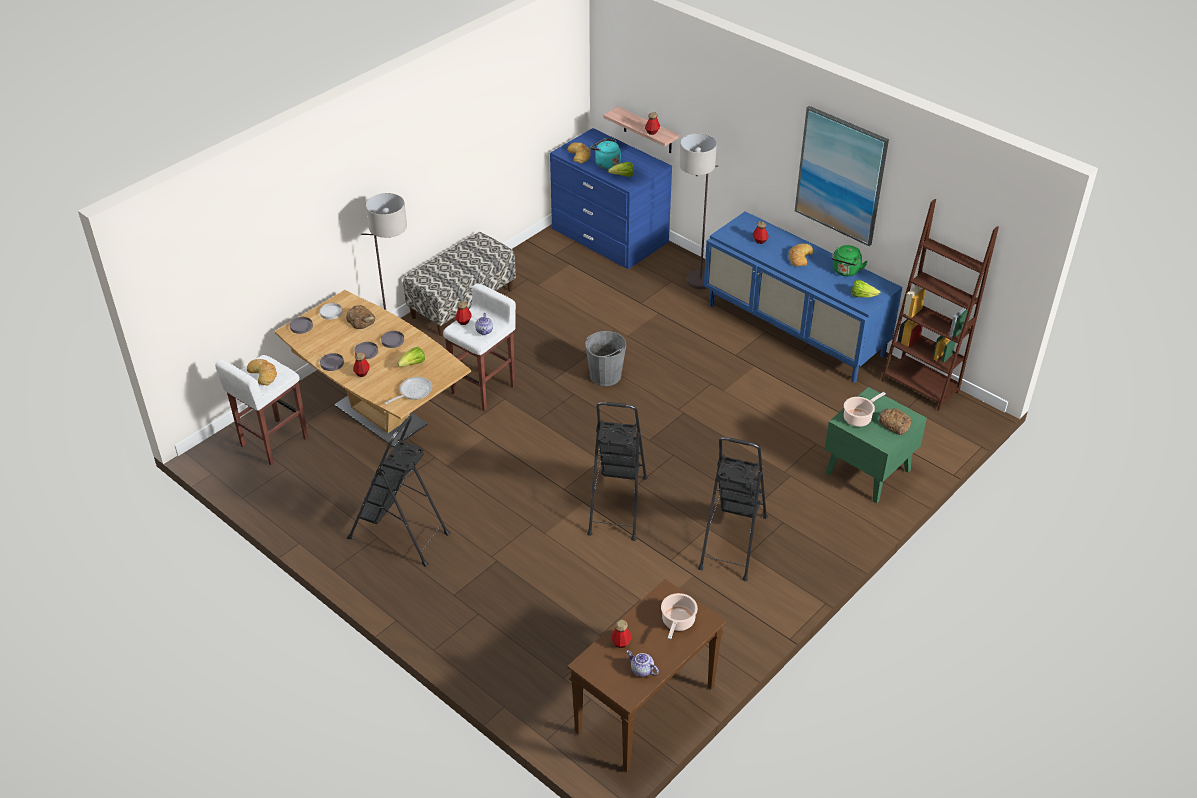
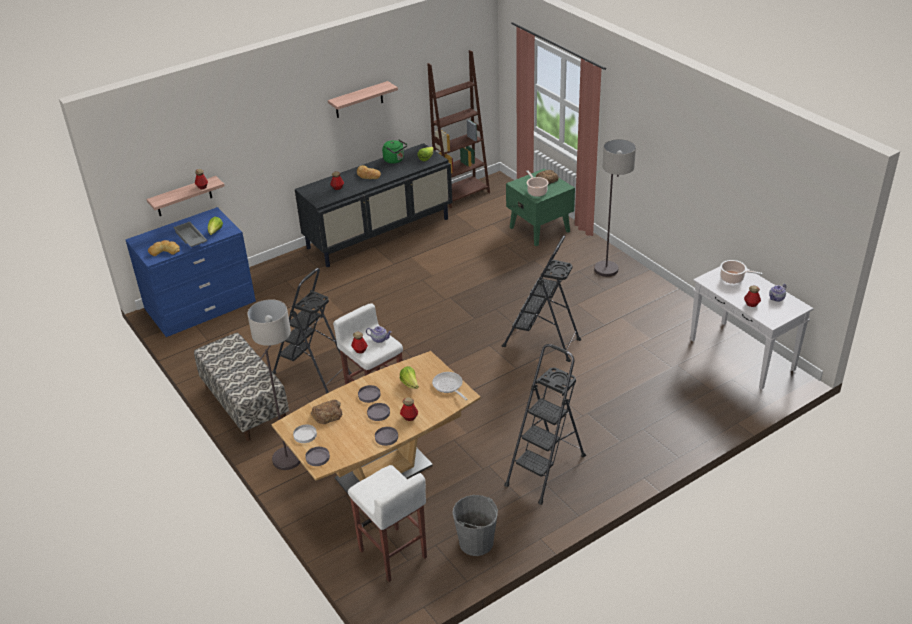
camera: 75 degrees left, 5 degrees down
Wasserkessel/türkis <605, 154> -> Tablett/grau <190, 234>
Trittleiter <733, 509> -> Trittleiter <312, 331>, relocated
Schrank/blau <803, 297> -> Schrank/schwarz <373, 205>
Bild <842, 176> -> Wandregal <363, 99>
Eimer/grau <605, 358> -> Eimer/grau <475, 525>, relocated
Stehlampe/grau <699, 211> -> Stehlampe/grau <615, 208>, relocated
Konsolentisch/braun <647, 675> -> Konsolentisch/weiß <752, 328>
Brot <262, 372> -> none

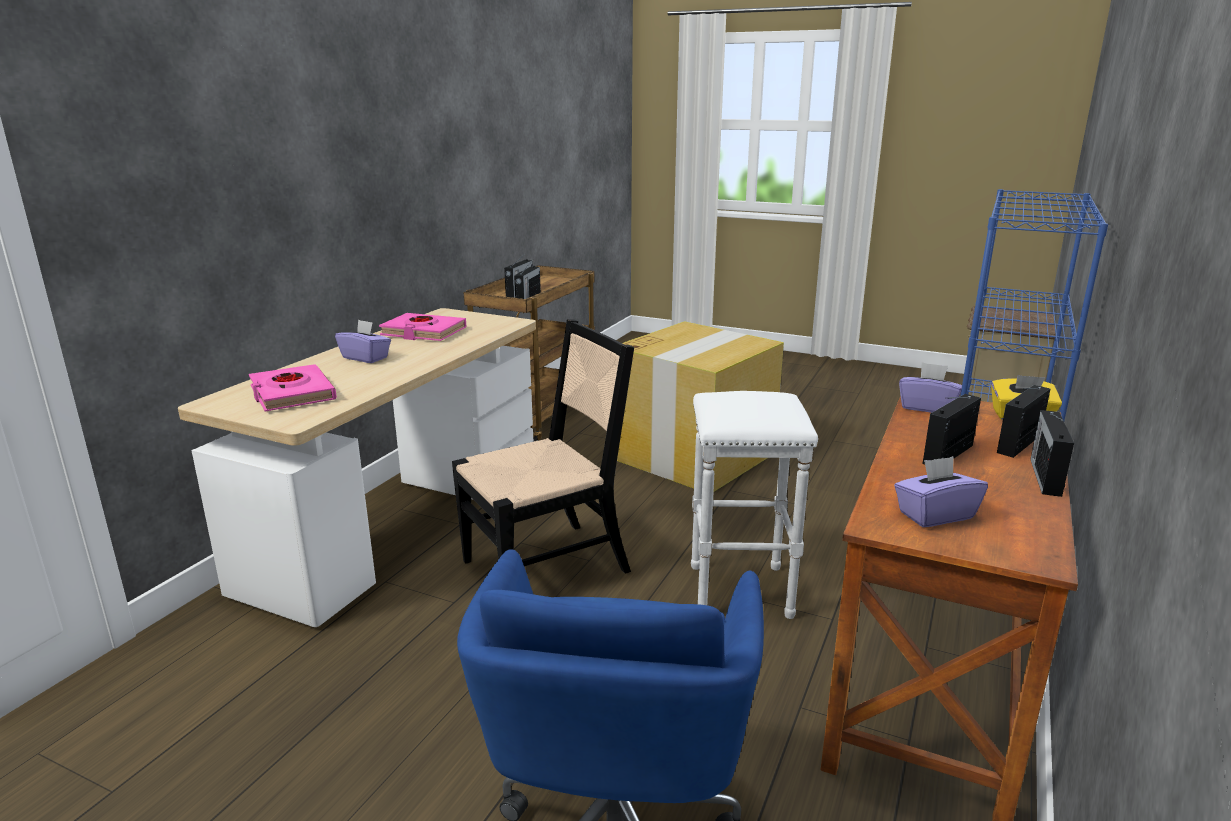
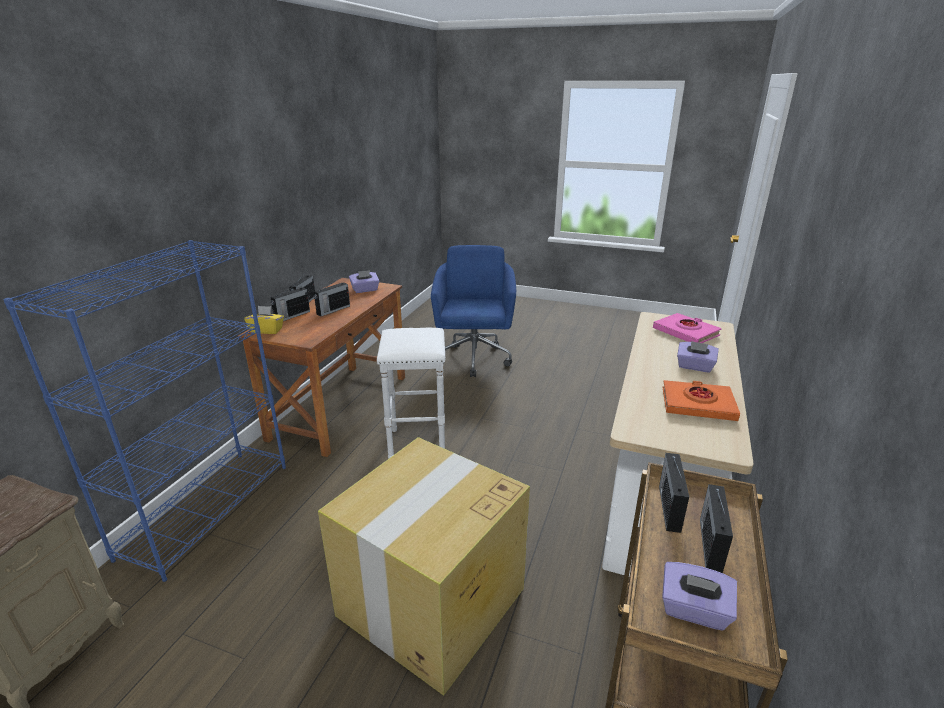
camera: 175 degrees right, 5 degrees up
Buch/rosa <422, 327> -> Buch/orange <701, 400>
Taschentuchbox/lila <930, 387> -> Taschentuchbox/lila <699, 596>, relocated
Stuhl <543, 446> -> none

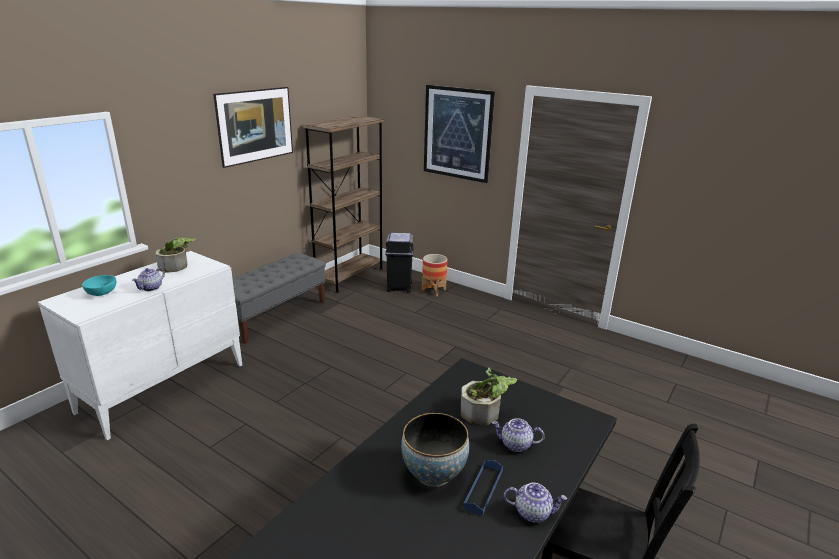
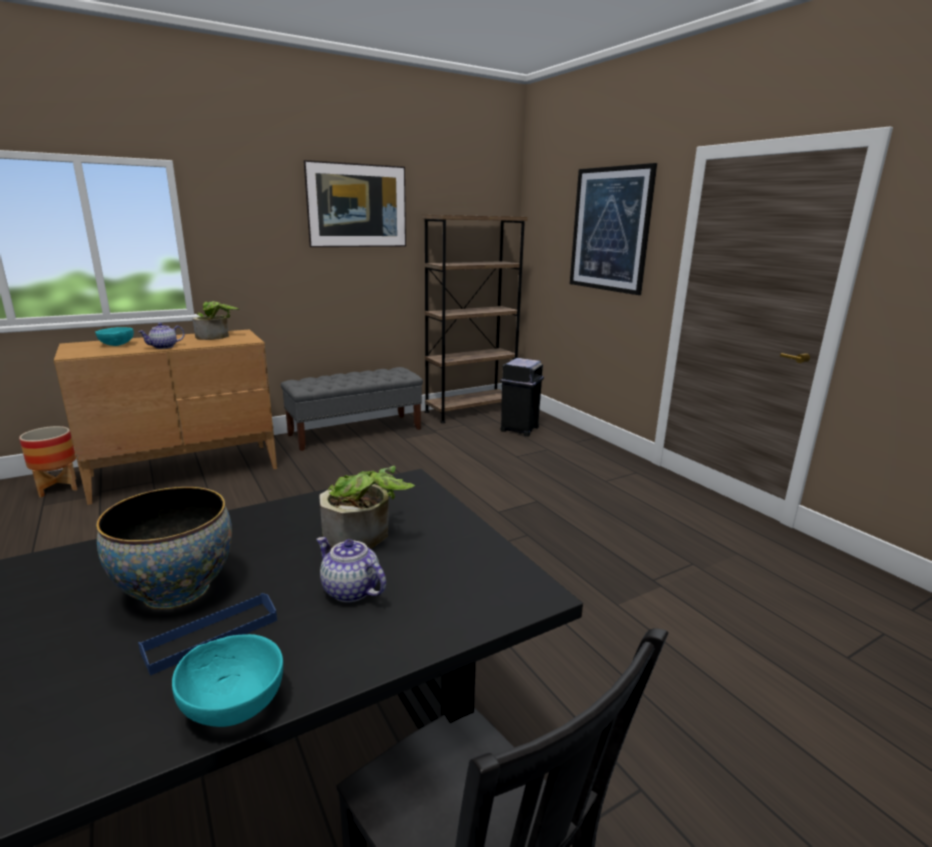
camera: 25 degrees right, 5 degrees down
Pflanzkübel <434, 275> -> Pflanzkübel <48, 461>, relocated
Schrank/weiß <140, 345> -> Schrank/braun <165, 417>
Teekanne <535, 502> -> Schüssel/türkis <227, 680>

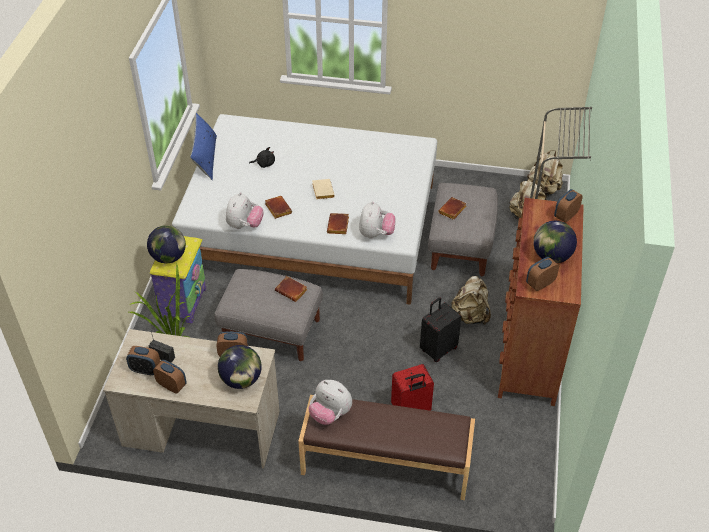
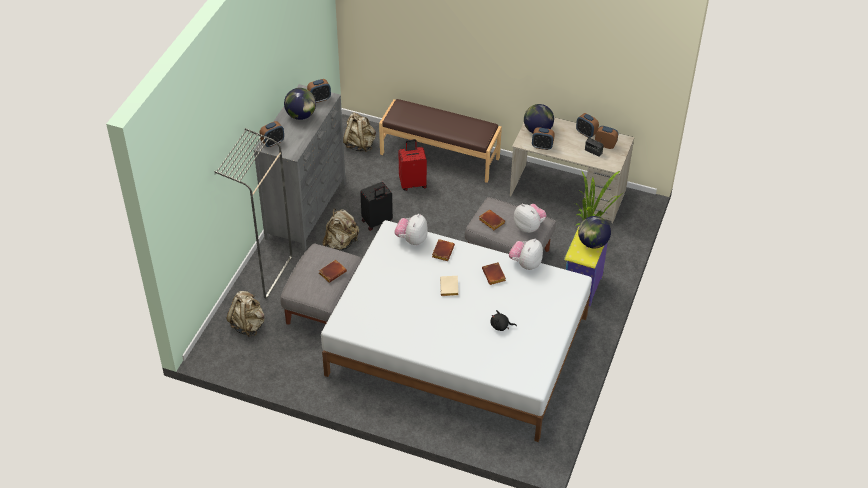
camera: 170 degrees left, 0 degrees up
Kommode/braun <541, 302> -> Kommode/grau <300, 167>
Rucksack/beige <545, 173> -> Rucksack/beige <359, 132>, relocated
Plüschtier <330, 402> -> Plüschtier <530, 218>, relocated
Kissen/blau <203, 146> -> none

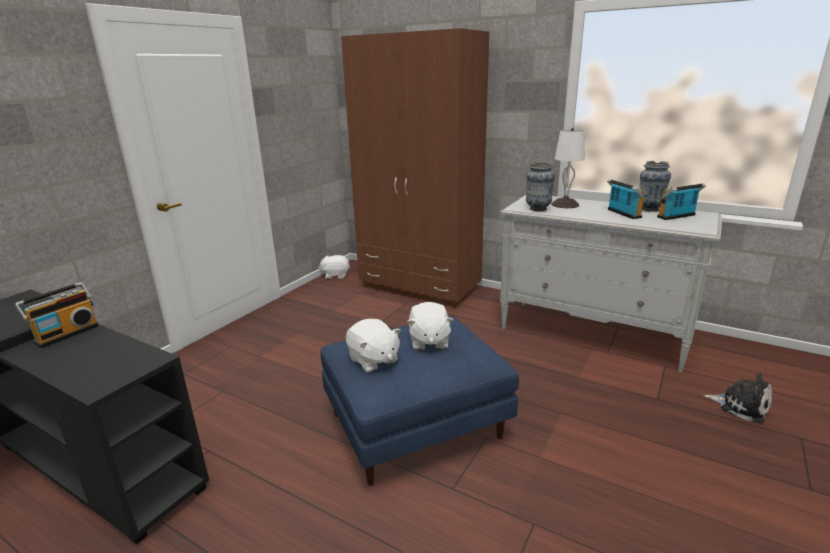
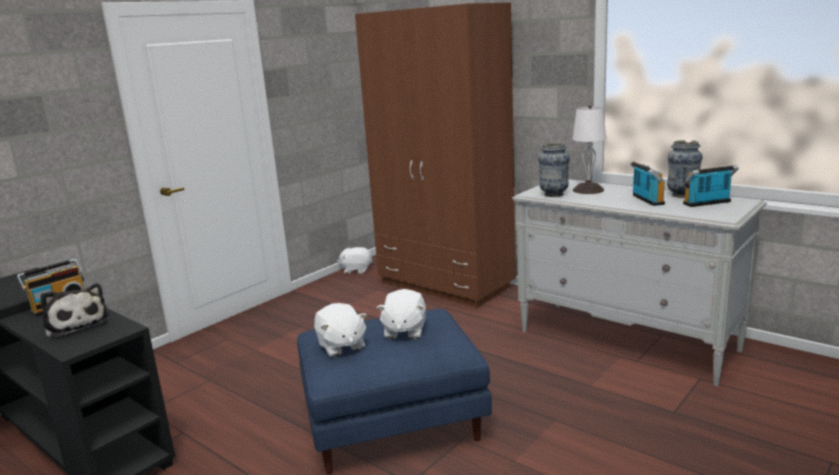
camera: 10 degrees right, 5 degrees down
Plüschtier <738, 398> -> Plüschtier <74, 310>, relocated

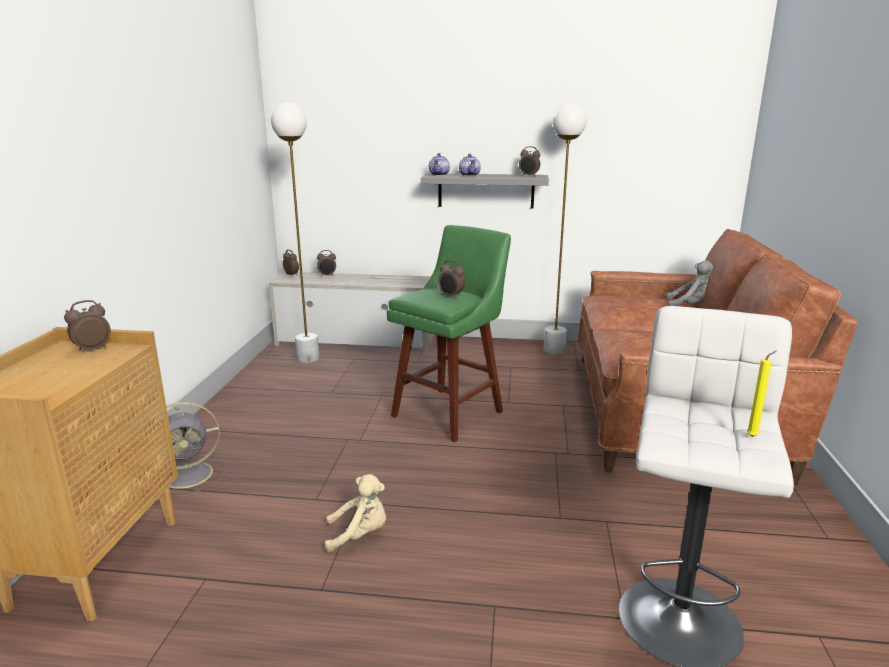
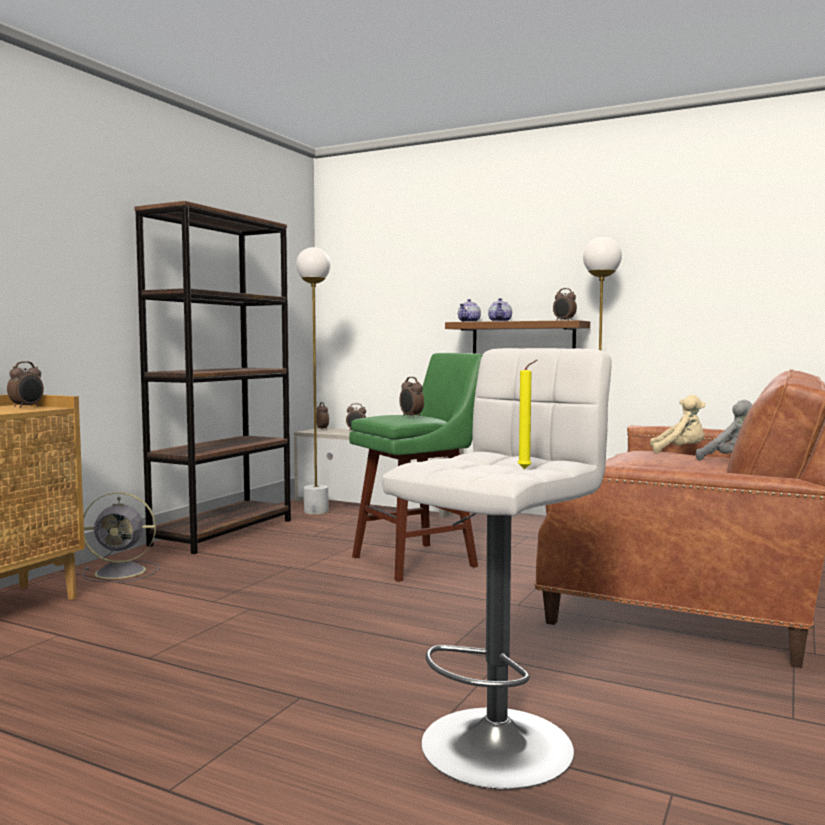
camera: 20 degrees right, 15 degrees down
Wecker <87, 326> -> Wecker <25, 384>, 135 degrees clockwise
none -> Bücherregal/braun <212, 377>
Wandregal/grau <485, 190> -> Wandregal/braun <517, 337>
Plüschtier/beige <355, 513> -> Plüschtier/beige <677, 424>, relocated

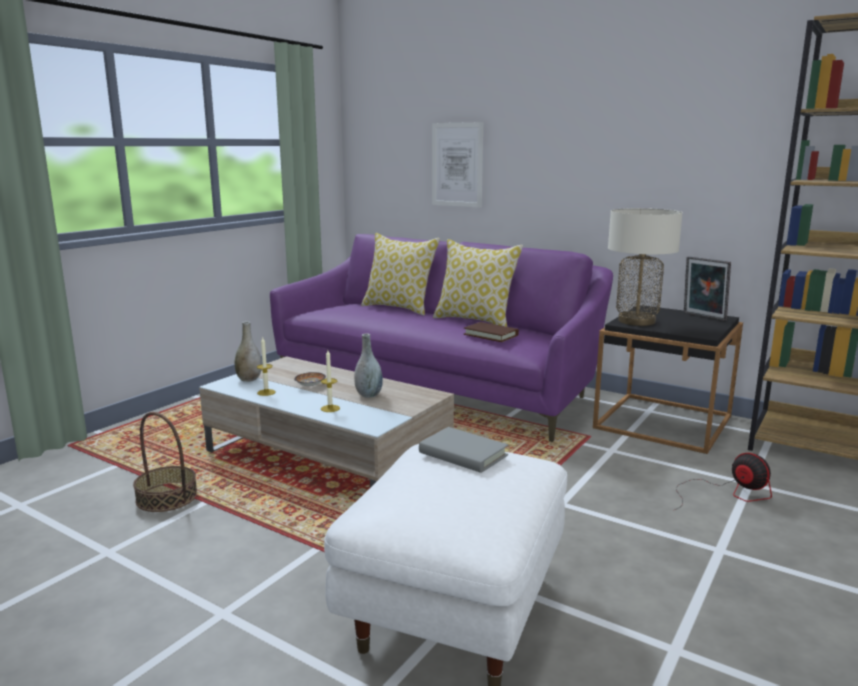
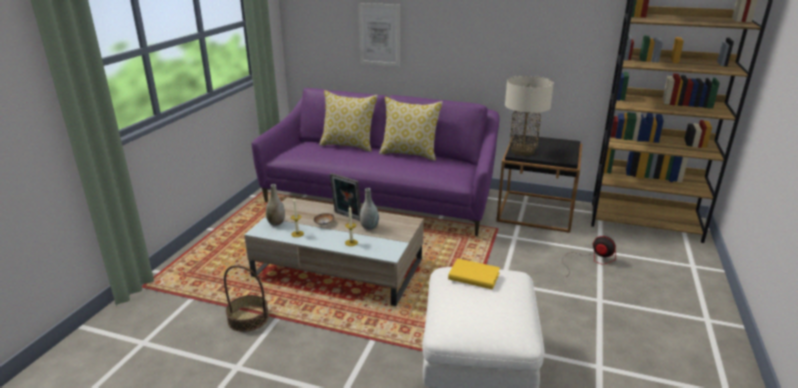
camera: 15 degrees left, 10 degrees up
Bilderrahmen <707, 288> -> Bilderrahmen <345, 197>, relocated
Buch/grau <463, 450> -> Buch/gelb <474, 274>
Buch/braun <491, 332> -> none

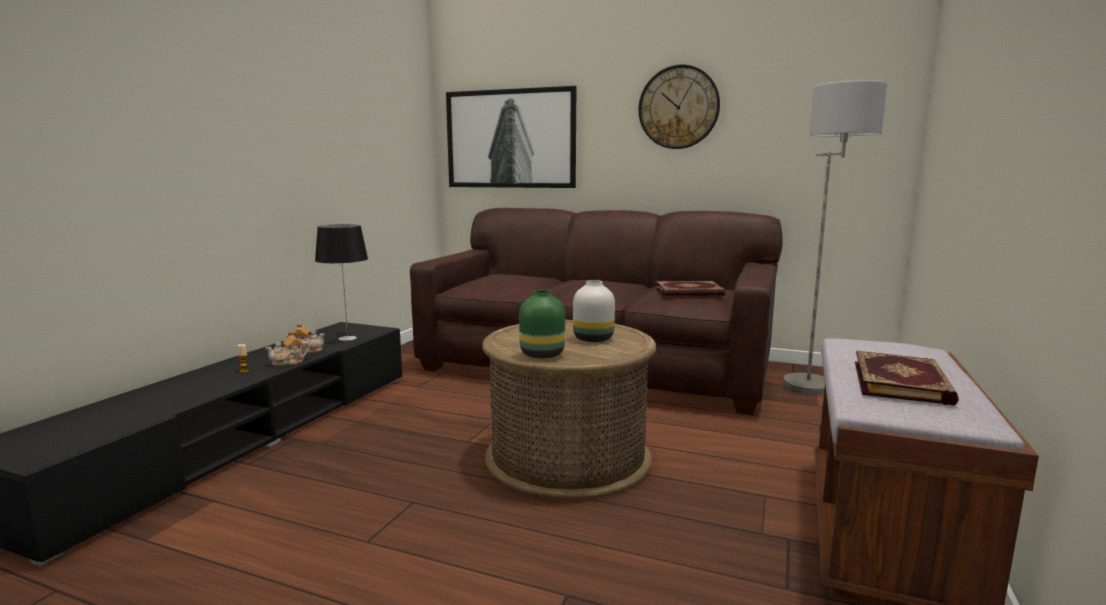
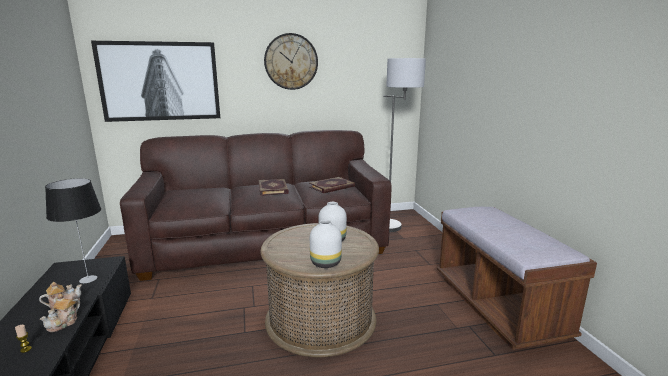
camera: 35 degrees left, 5 degrees up
Buch <907, 378> -> Buch <274, 187>, relocated
Vase/grün <542, 324> -> Vase/weiß <326, 244>

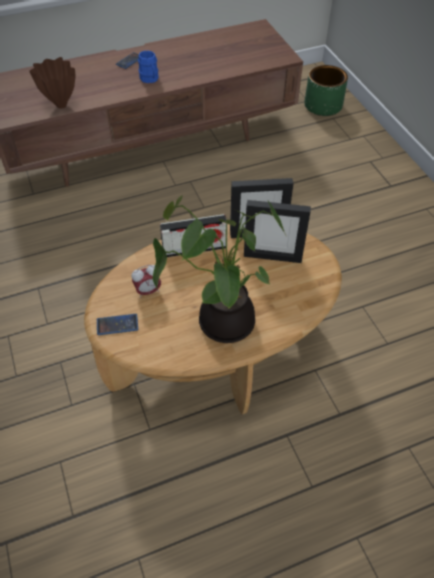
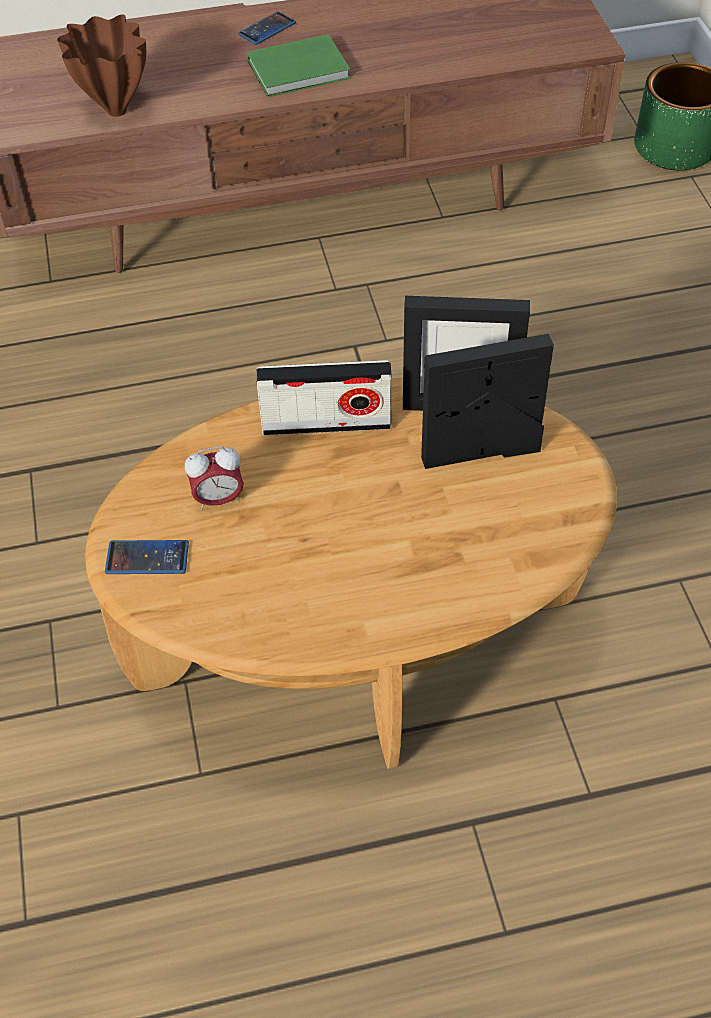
camera: 10 degrees right, 0 degrees up
Henkelbecher/blau <148, 67> -> Buch/grün <298, 65>
Bilderrahmen <277, 231> -> Bilderrahmen <487, 401>, 150 degrees clockwise
Topfpflanze <219, 269> -> none

